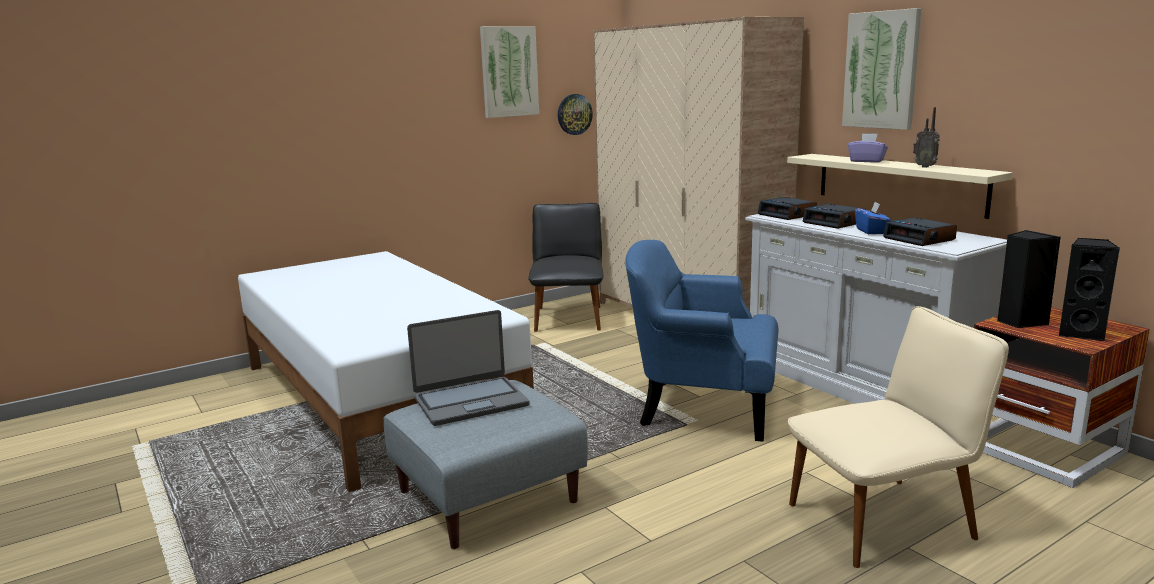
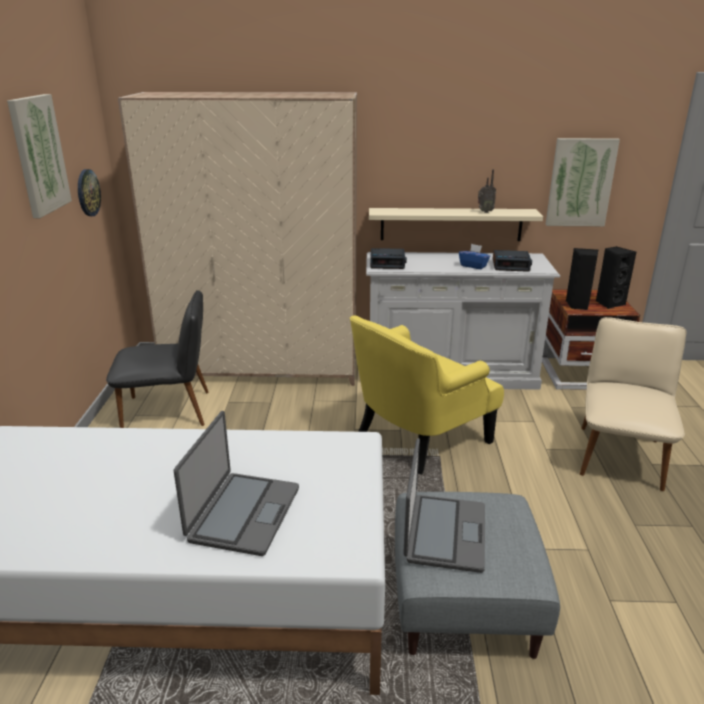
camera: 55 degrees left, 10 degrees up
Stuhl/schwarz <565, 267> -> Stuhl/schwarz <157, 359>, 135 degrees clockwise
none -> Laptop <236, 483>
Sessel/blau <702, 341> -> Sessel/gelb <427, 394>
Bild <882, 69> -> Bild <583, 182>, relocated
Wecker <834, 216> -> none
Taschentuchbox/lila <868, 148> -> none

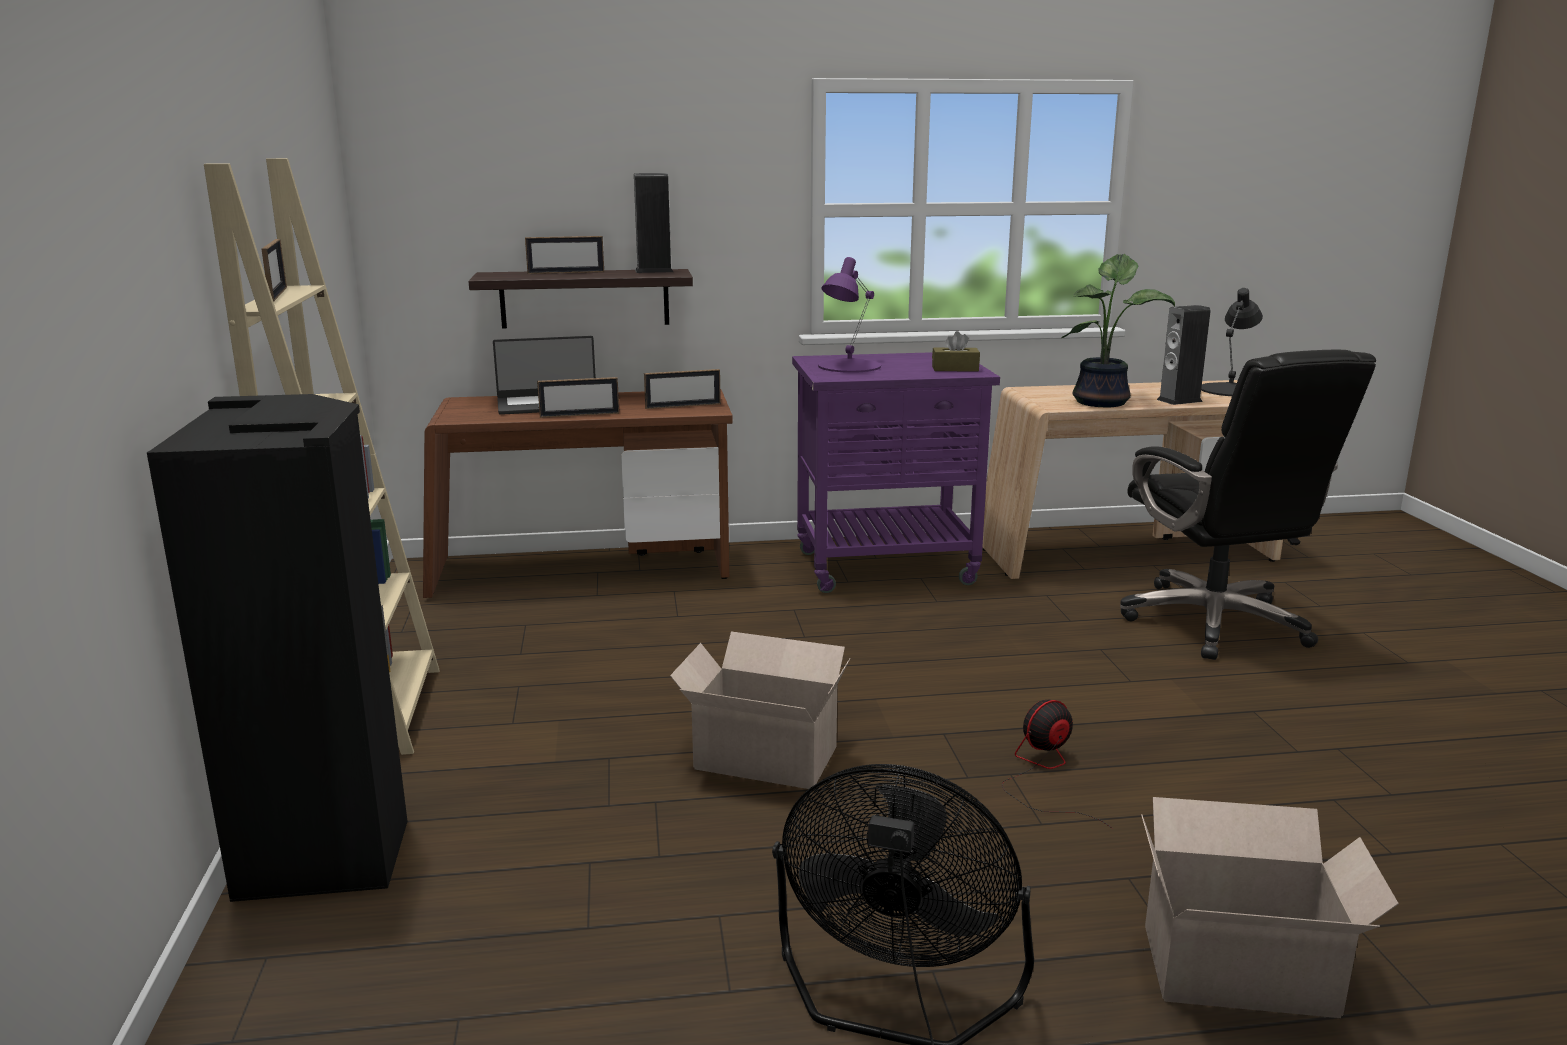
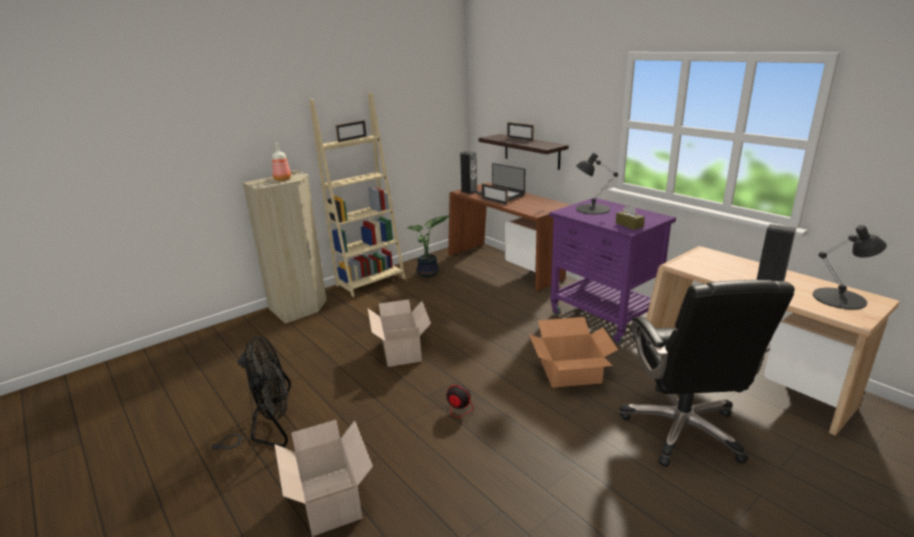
camera: 60 degrees right, 5 degrees up
Schrank/schwarz <277, 648> -> Schrank/beige <285, 247>
none -> Flasche <281, 162>
Topfpflanze <1118, 331> -> Topfpflanze <429, 246>, relocated
Lautsprecher <653, 223> -> Lautsprecher <469, 172>, relocated
none -> Karton <573, 352>
Tischlampe/lila <849, 315> -> Tischlampe/schwarz <597, 184>
Bürostuhl/schwarz <1248, 505> -> Bürostuhl/schwarz <707, 373>, 45 degrees counterclockwise
Bilderrahmen <682, 389> -> none

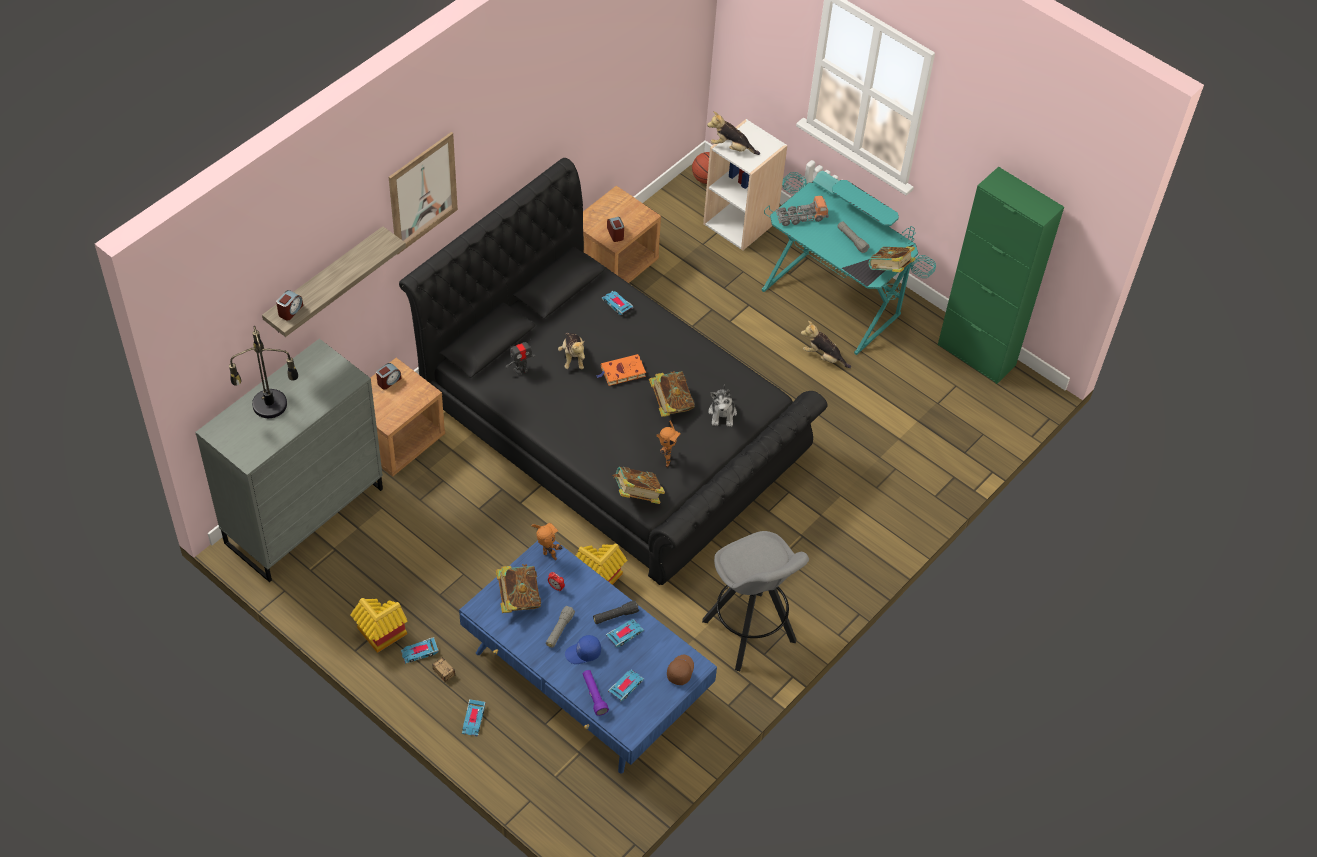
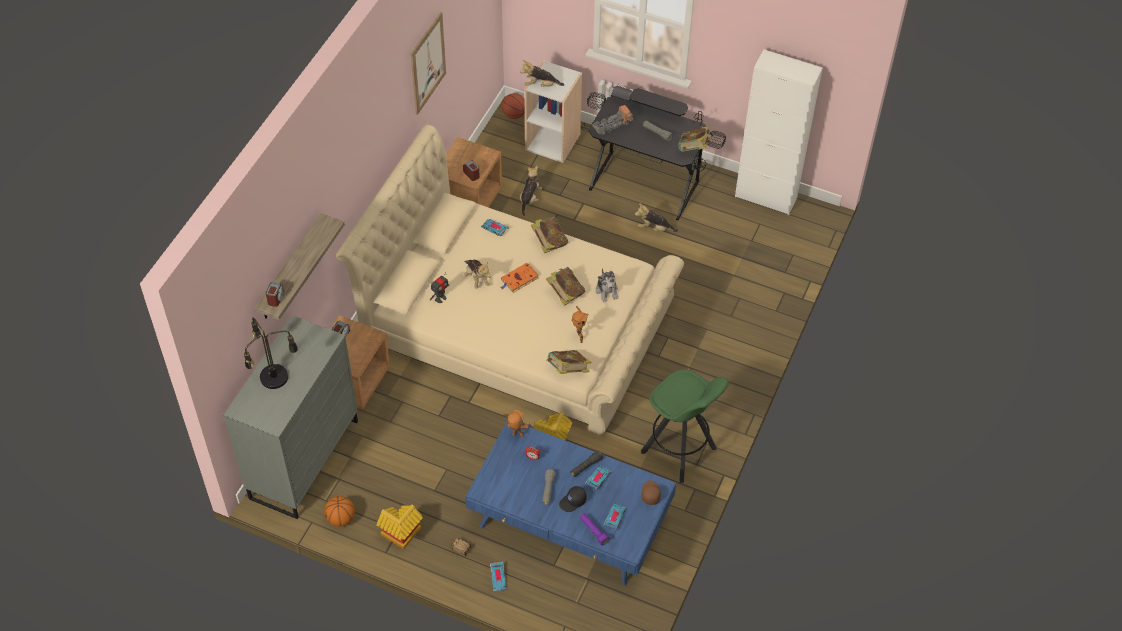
camera: 15 degrees left, 0 degrees up
none -> Basketball <339, 511>
Bett/schwarz <613, 371> -> Bett/beige <510, 279>
Bild <423, 193> -> Bild <428, 63>, relocated
none -> Plüschtier <531, 191>
Buch <518, 588> -> Buch <549, 235>, relocated
Kappe/blau <583, 649> -> Kappe/schwarz <573, 499>
Schreibtisch/türkis <849, 263> -> Schreibtisch/schwarz <654, 153>
Hocker/grau <755, 601> -> Hocker/grün <685, 426>
Schrank/grün <1001, 275> -> Schrank/weiß <779, 132>
Spielzeugauto <420, 650> -> none

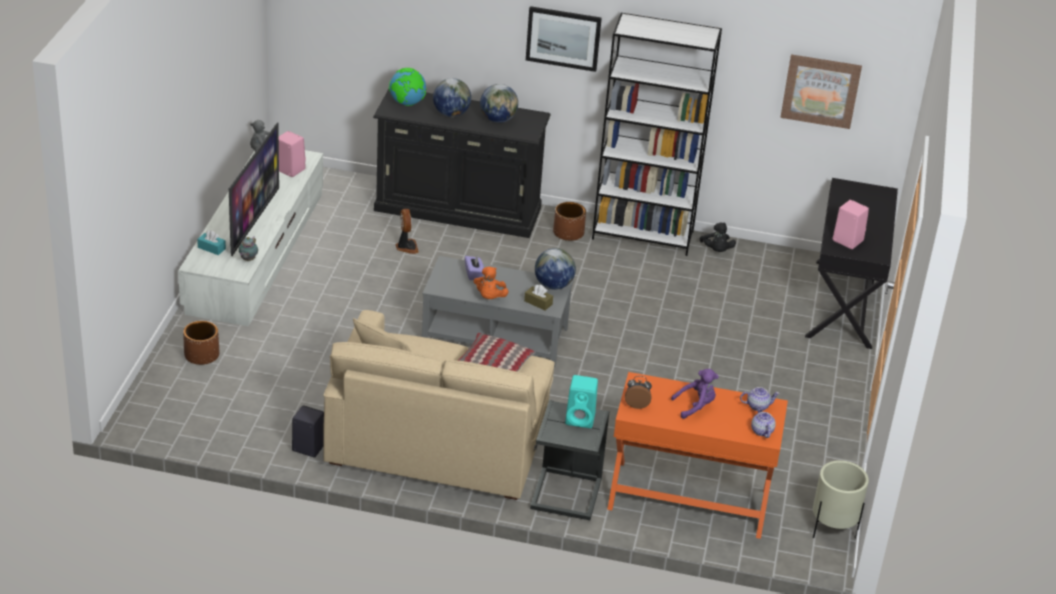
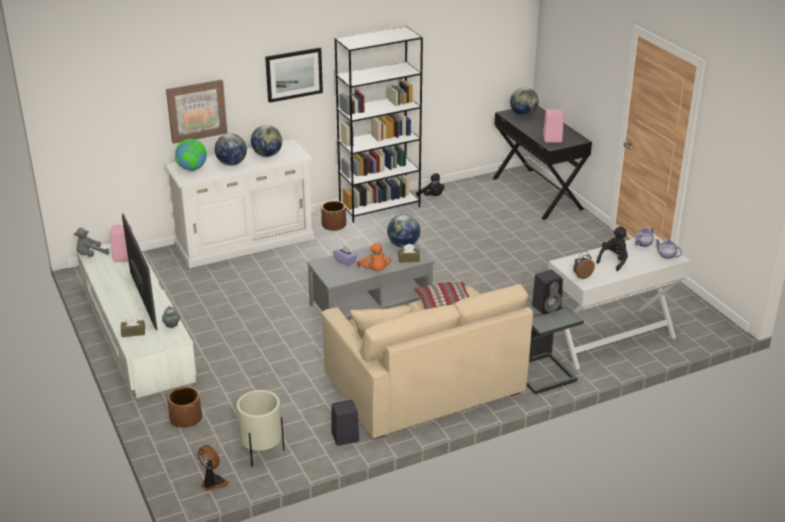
camera: 35 degrees left, 5 degrees down
Taschentuchbox/türkis <211, 242> -> Taschentuchbox/braun <133, 326>
Schrank/schwarz <462, 163> -> Schrank/weiß <239, 203>
Bild <821, 91> -> Bild <196, 112>, relocated
Ventilator <407, 231> -> Ventilator <213, 468>, relocated
Pflanzkübel/beige <841, 499> -> Pflanzkübel/beige <260, 428>, relocated
none -> Globus <524, 101>
Lautsprecher/türkis <581, 401> -> Lautsprecher/schwarz <547, 292>
Konsolentisch/orange <697, 455> -> Konsolentisch/weiß <619, 301>
Plüschtier/lila <695, 394> -> Plüschtier/schwarz <612, 248>

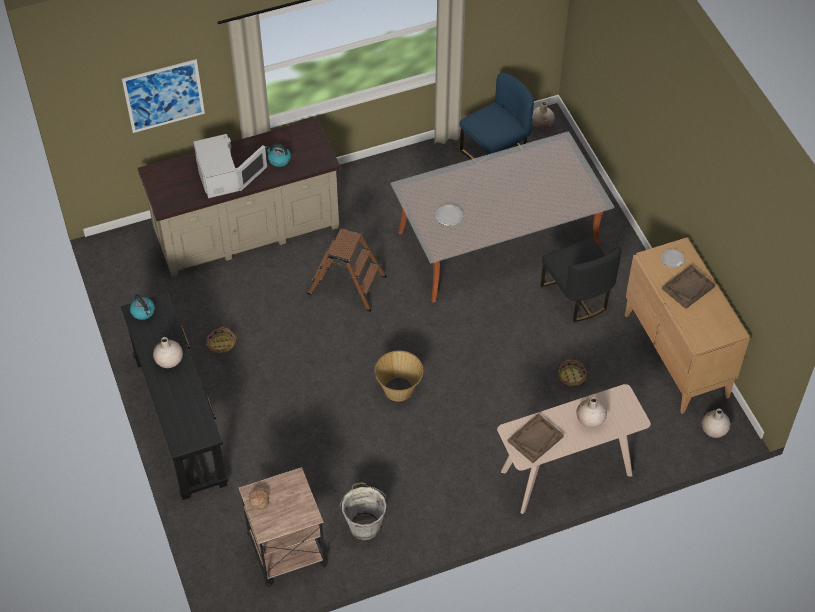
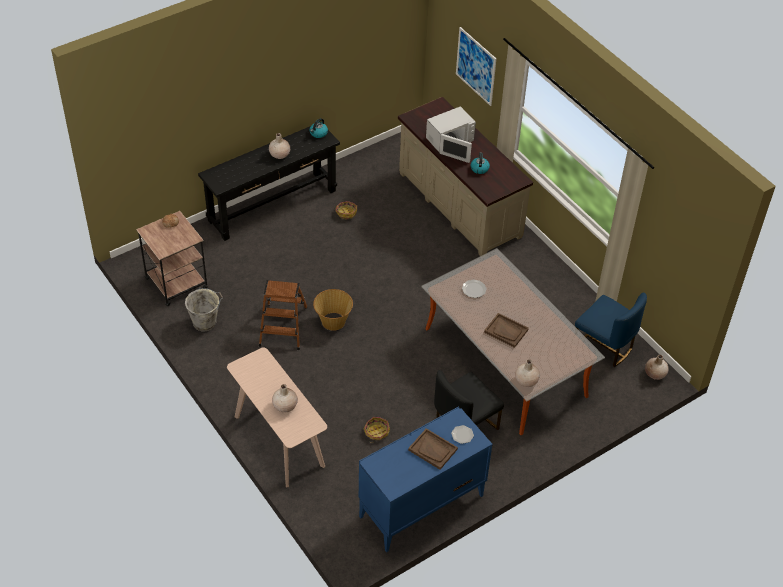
camera: 75 degrees right, 5 degrees down
Trittleiter/braun <347, 269> -> Trittleiter/braun <283, 315>, relocated
Schrank/braun <687, 325> -> Schrank/blau <425, 479>
Tablett/braun <536, 438> -> Tablett/braun <506, 330>, relocated
Vase/beige <716, 423> -> Vase/beige <527, 373>, relocated

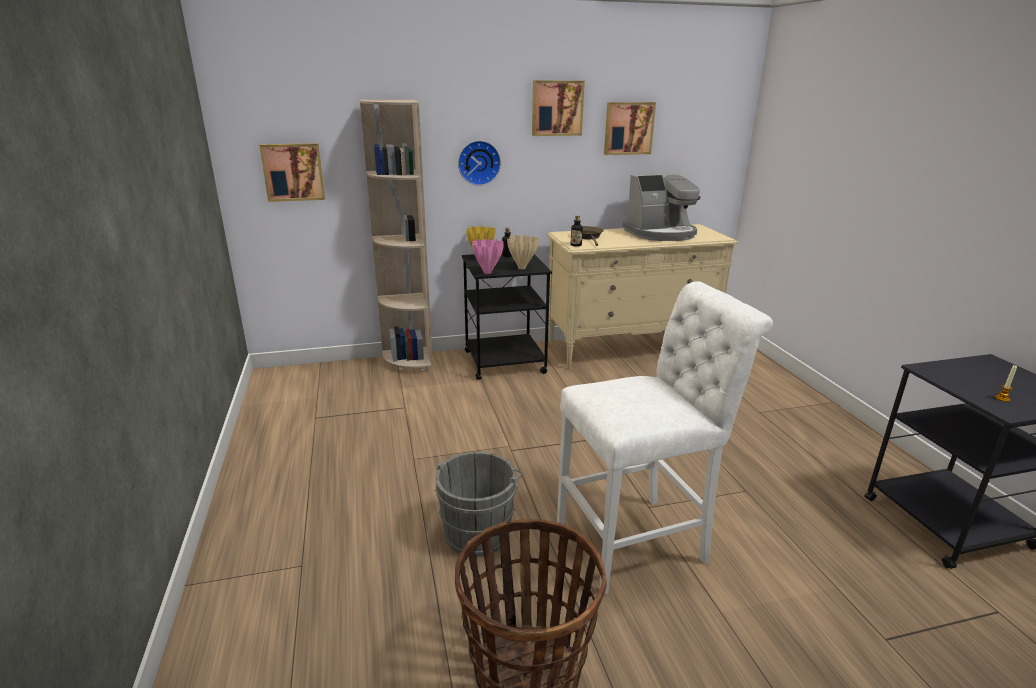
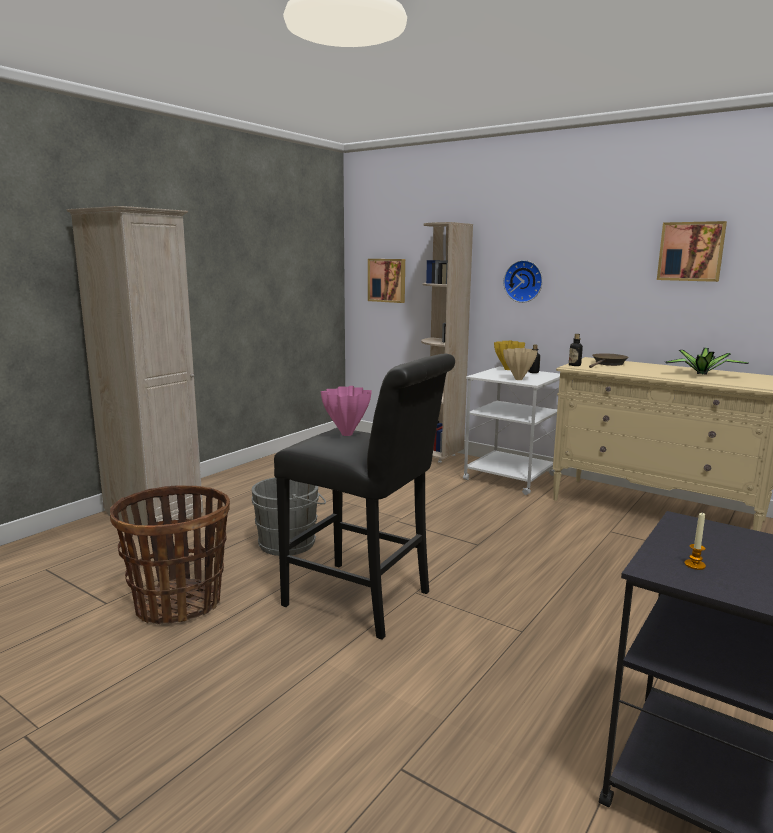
camera: 50 degrees right, 10 degrees down
none -> Schrank/beige <134, 365>
Hocker/weiß <665, 438> -> Hocker/schwarz <364, 497>
Vase/rosa <488, 256> -> Vase/rosa <346, 411>, relocated
Rollwagen/schwarz <507, 317> -> Rollwagen/weiß <511, 431>
Kaffeemaschine <661, 207> -> Topfpflanze <706, 361>
Bild <558, 108> -> none

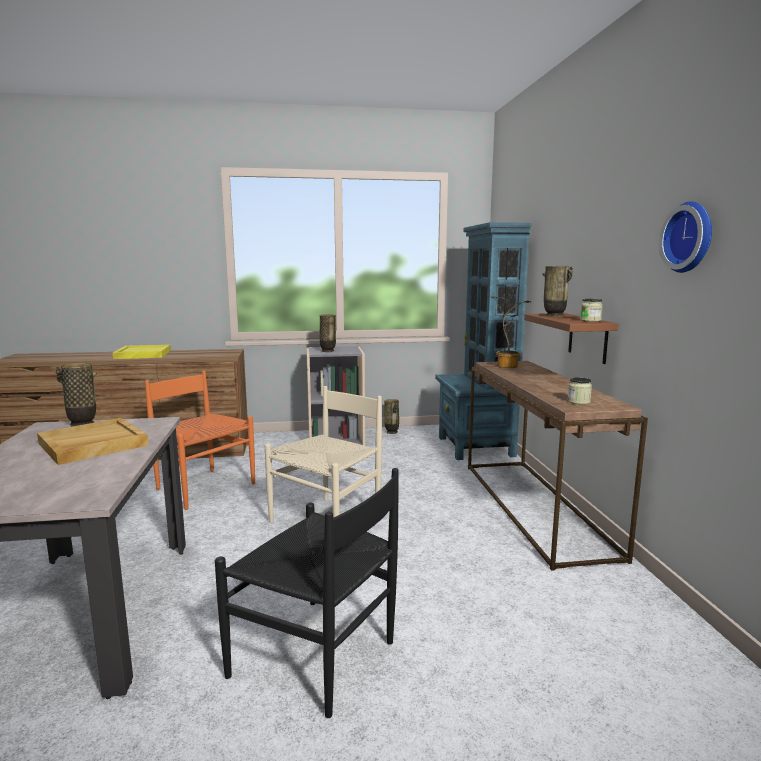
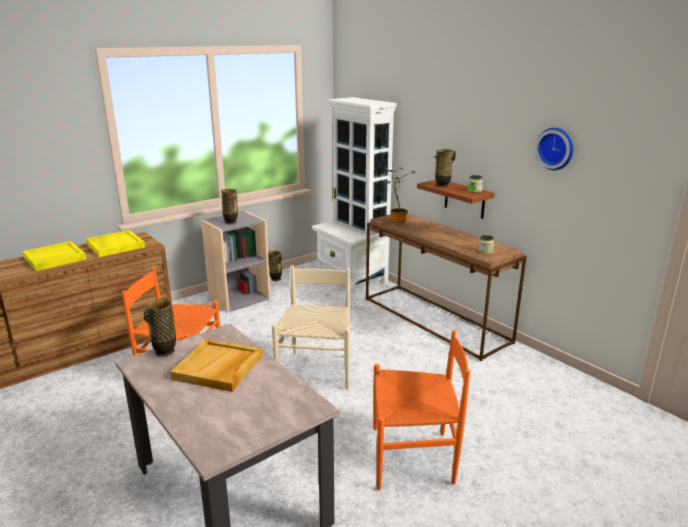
camera: 30 degrees left, 10 degrees up
none -> Tablett/gelb <115, 243>
Schrank/blau <483, 341> -> Schrank/weiß <354, 195>
Stuhl/schwarz <307, 593> -> Stuhl/orange <421, 410>

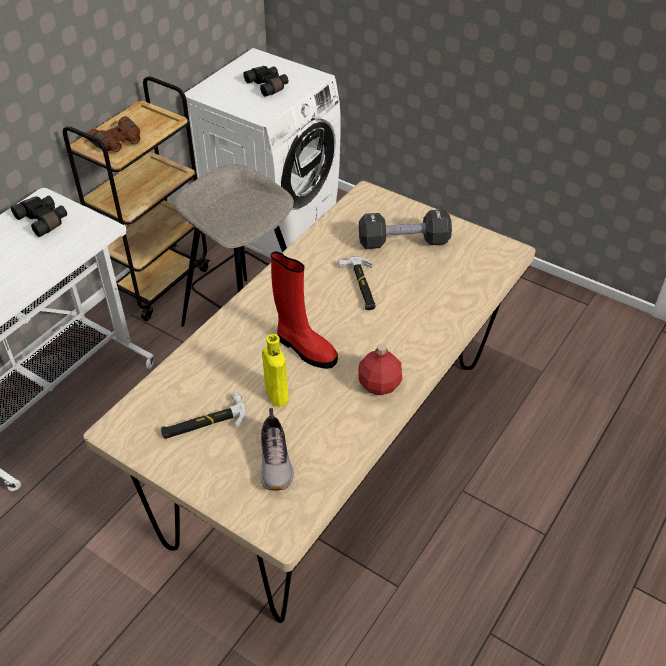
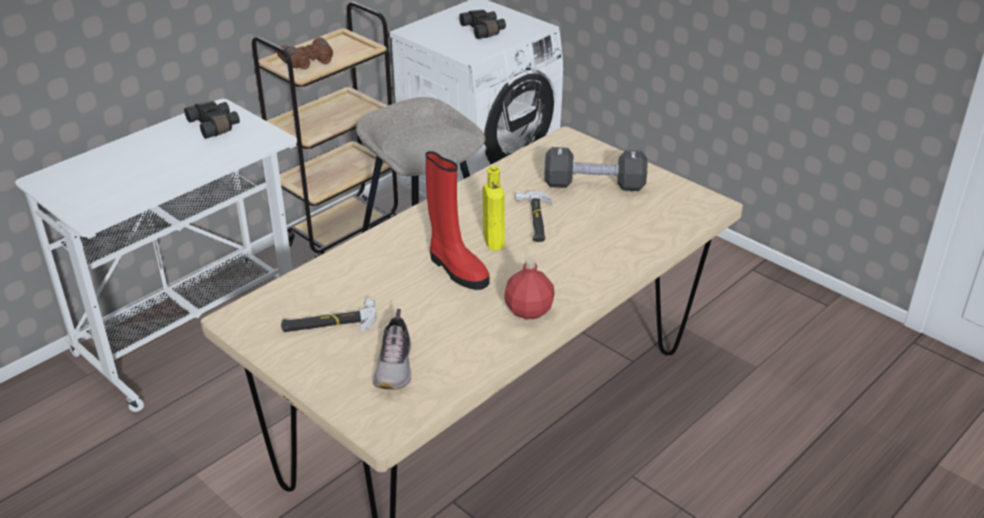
camera: 10 degrees right, 10 degrees down
Flasche/gelb <275, 370> -> Flasche/gelb <493, 208>, relocated

